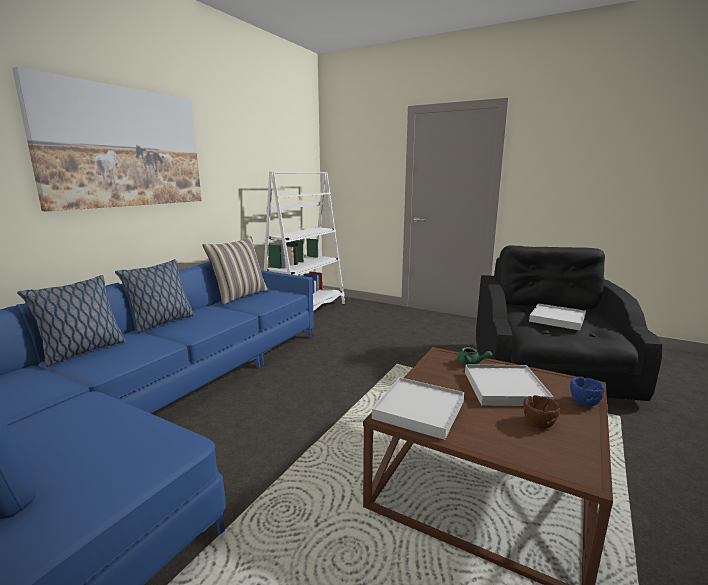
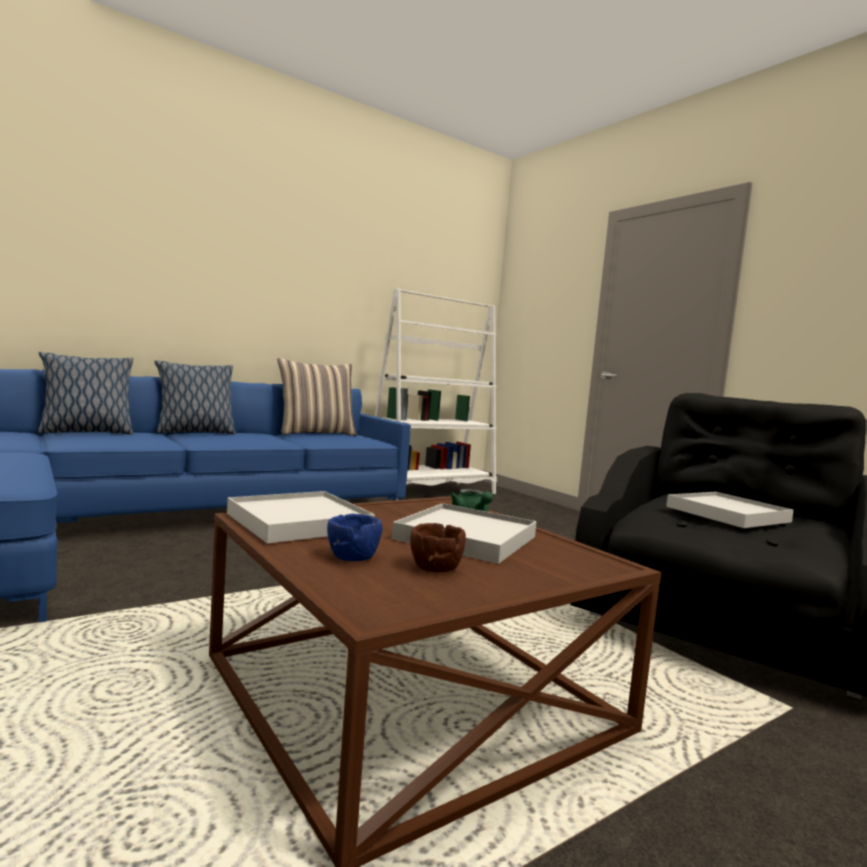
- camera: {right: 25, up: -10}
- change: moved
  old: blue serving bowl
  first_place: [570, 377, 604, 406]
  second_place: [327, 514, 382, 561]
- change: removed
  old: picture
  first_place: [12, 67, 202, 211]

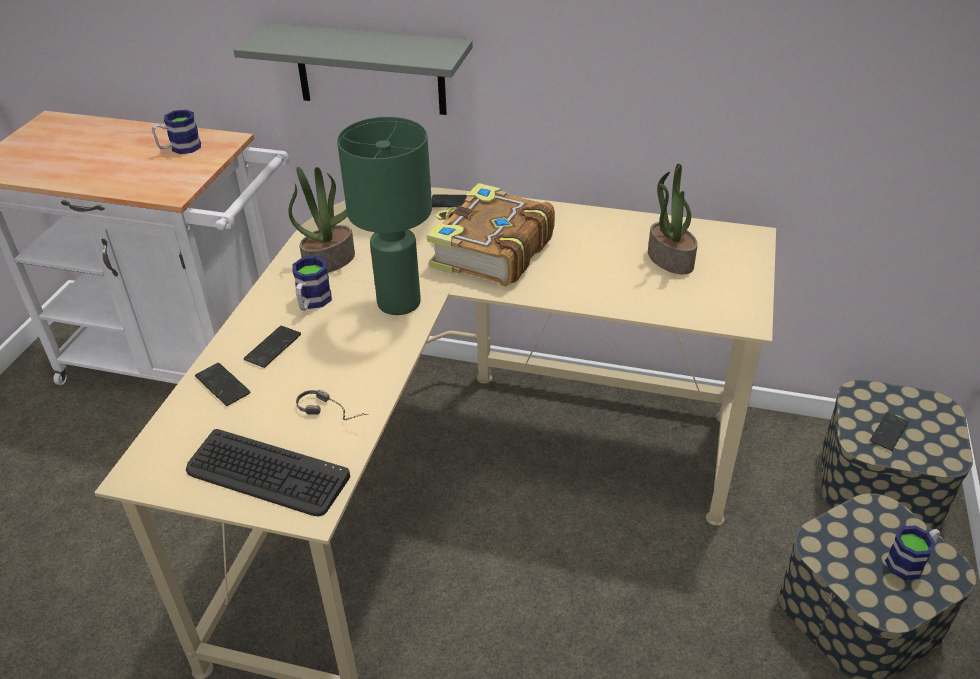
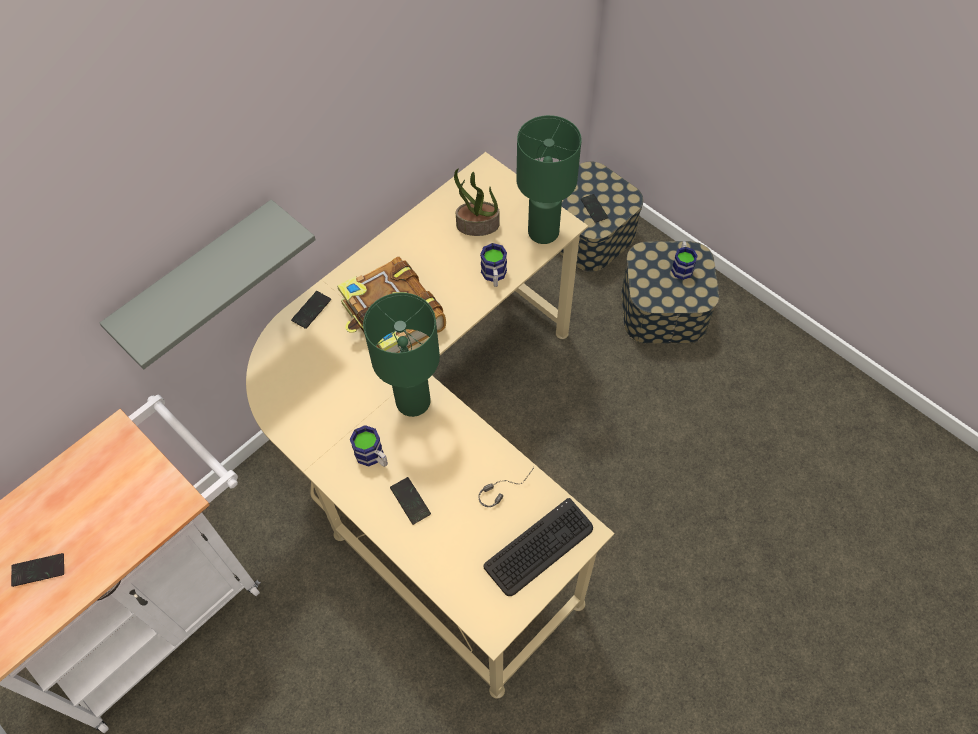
- camera: {right: -60, up: 20}
- change: moved
  old: handset
  first_place: [195, 363, 251, 406]
  second_place: [11, 553, 64, 587]
- change: moved
  old: coffee mug
  first_place: [152, 109, 201, 154]
  second_place: [480, 243, 507, 287]
- change: added
  new: green-coloured table lamp
  second_place: [516, 115, 581, 244]
- change: removed
  old: houseplant
  first_place: [288, 167, 355, 273]

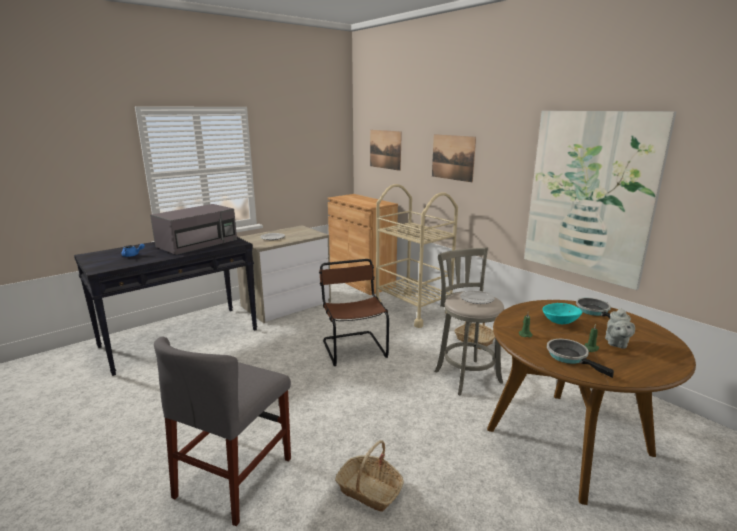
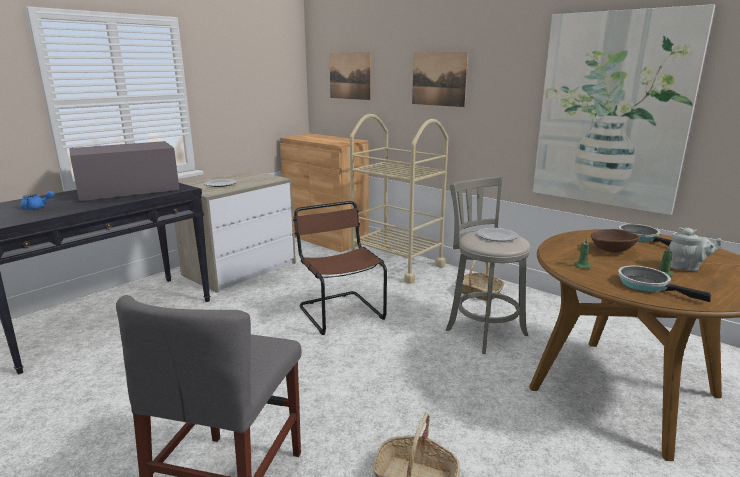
- camera: {right: -10, up: 0}
- change: turned
  old: gray kitchen microwave
  first_place: [150, 204, 237, 255]
  second_place: [69, 141, 180, 201]
  degrees: -150
- change: recoloured
  old: turquoise-coloured serving bowl
  new: brown-coloured serving bowl
  first_place: [542, 303, 582, 324]
  second_place: [591, 229, 640, 253]
- change: turned
  old: gray pot for tea
  first_place: [605, 308, 635, 349]
  second_place: [668, 227, 722, 272]
  degrees: -75

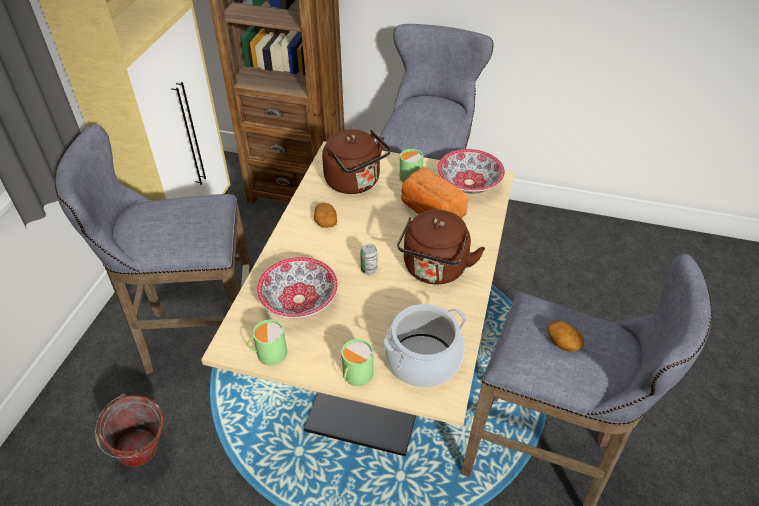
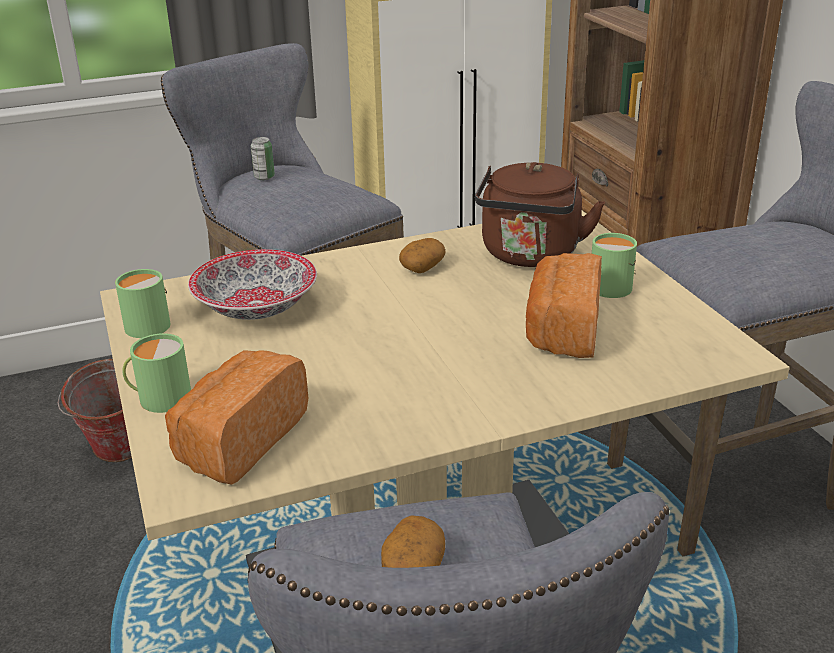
- camera: {right: 55, up: -15}
- change: replaced
  old: saucepot
  new: bread
  first_place: [384, 304, 467, 388]
  second_place: [165, 350, 308, 485]
- change: moved
  old: can
  first_place: [360, 243, 377, 275]
  second_place: [251, 137, 275, 180]
- change: removed
  old: brown-coloured kettle
  first_place: [397, 209, 485, 284]
- change: removed
  old: serving bowl
  first_place: [437, 149, 505, 194]

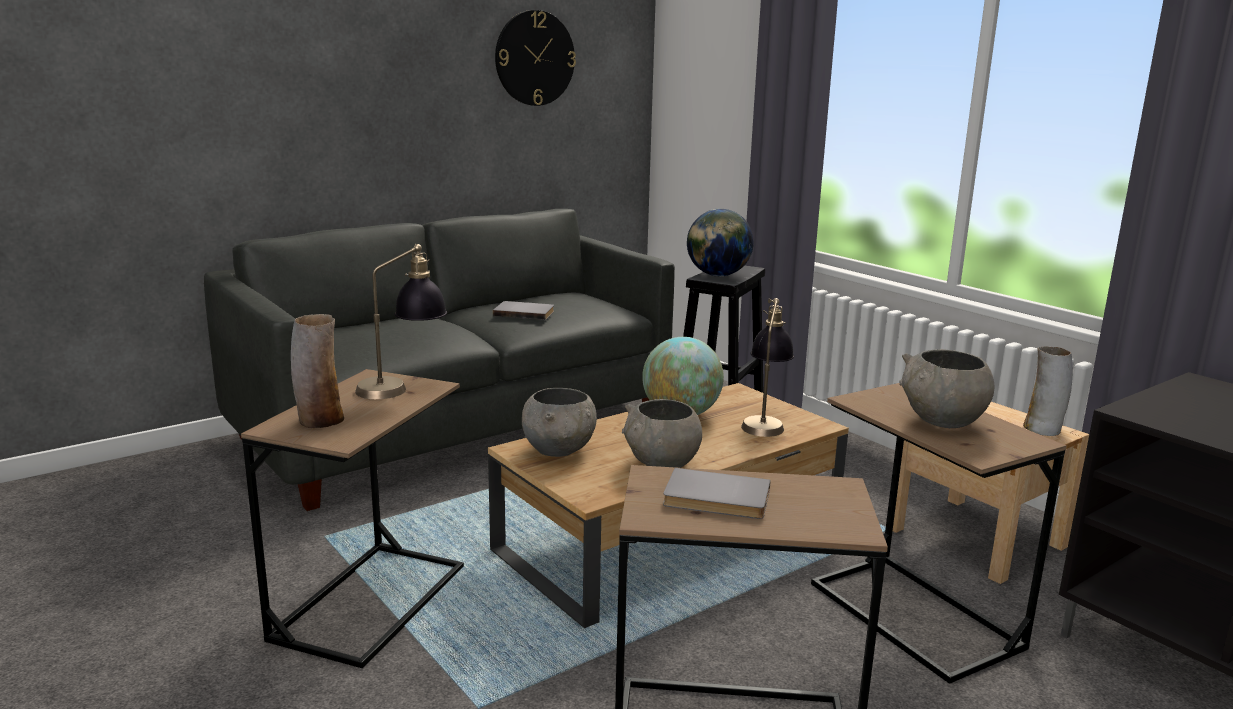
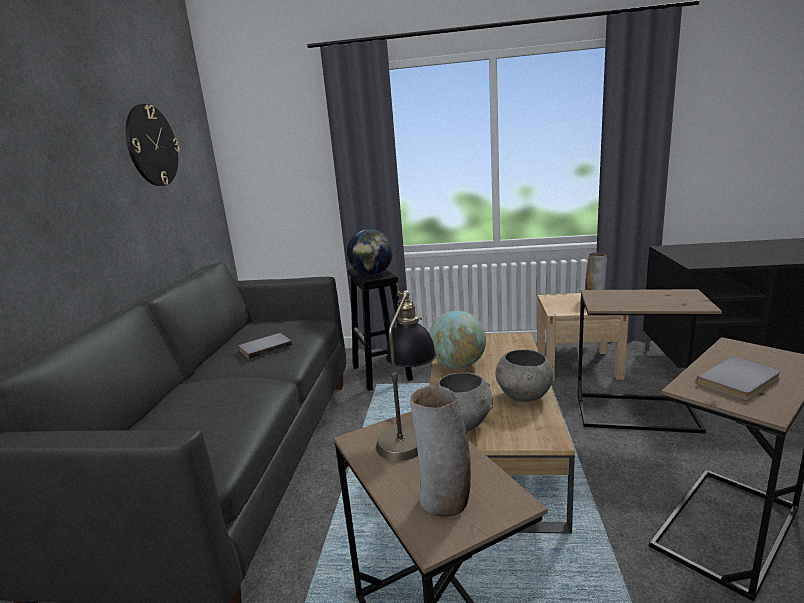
- camera: {right: -45, up: 0}
- change: removed
  old: table lamp
  first_place: [741, 298, 794, 437]
- change: removed
  old: gray serving bowl
  first_place: [899, 349, 994, 428]

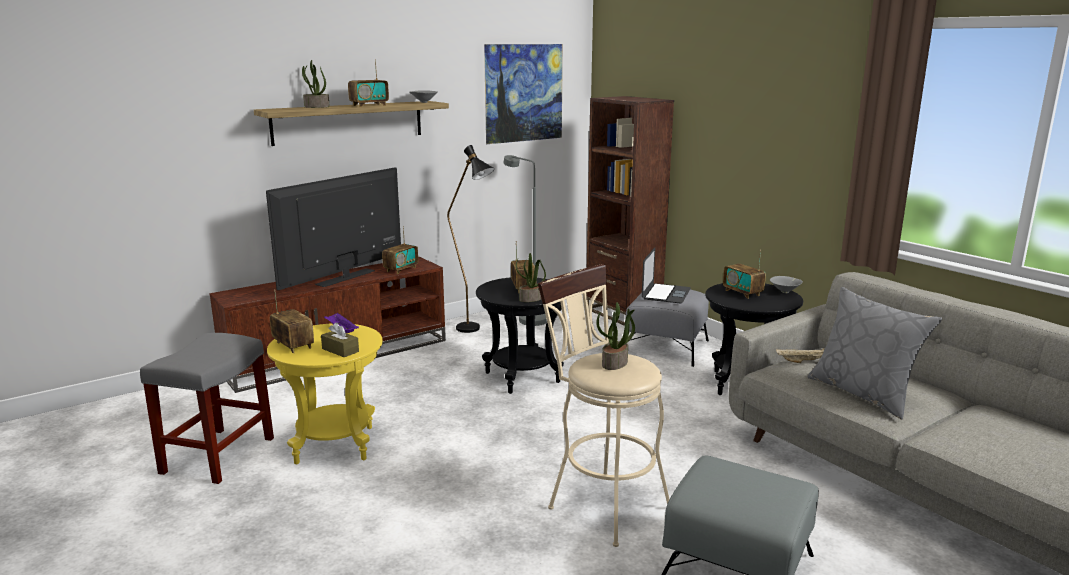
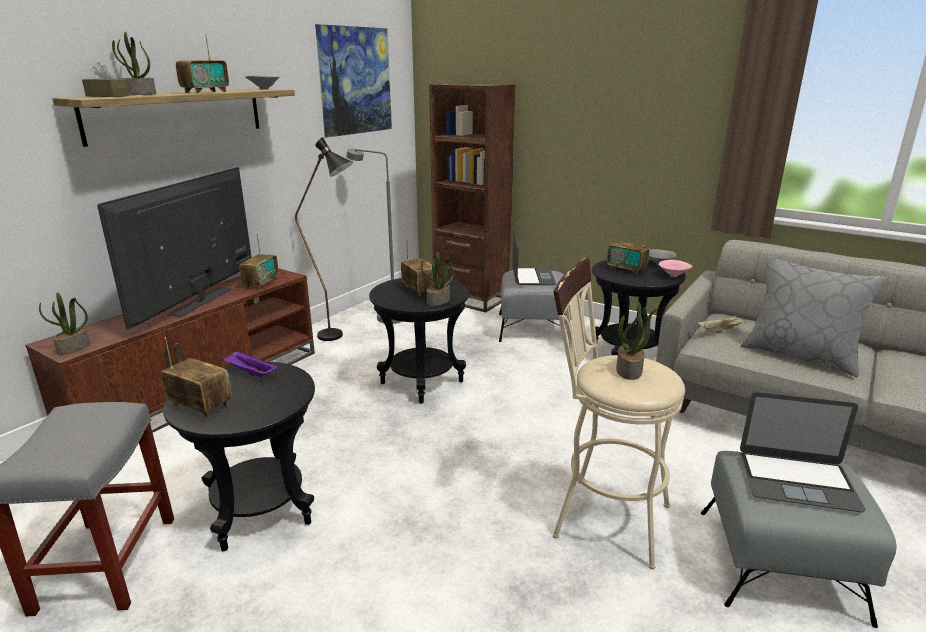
- camera: {right: -20, up: 5}
- change: added
  new: houseplant
  second_place: [39, 292, 90, 355]
- change: moved
  old: brown-coloured box of tissues
  first_place: [321, 322, 359, 357]
  second_place: [82, 62, 129, 97]
- change: recoloured
  old: yellowish accent table
  new: black accent table
  first_place: [267, 323, 383, 465]
  second_place: [163, 361, 315, 551]
- change: added
  new: pink serving bowl
  second_place: [659, 260, 692, 277]
- change: added
  new: laptop
  second_place: [740, 392, 866, 512]

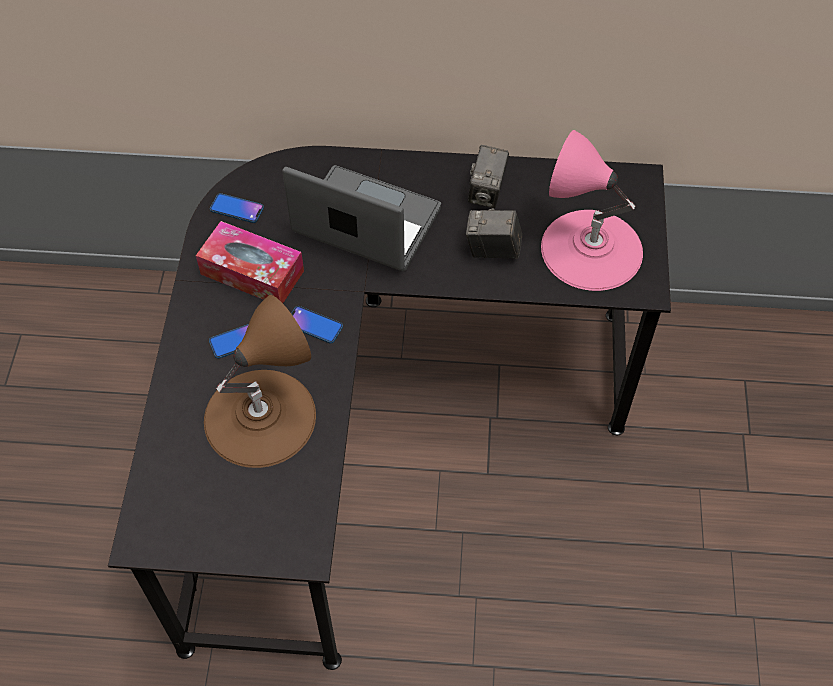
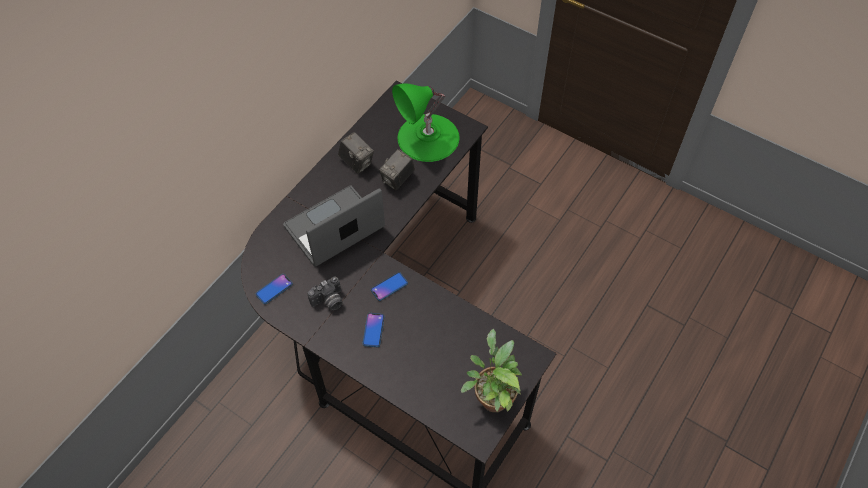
- camera: {right: -60, up: 0}
- change: replaced
  old: box of tissues
  new: photo camera
  first_place: [196, 221, 304, 303]
  second_place: [307, 276, 343, 310]
- change: recoloured
  old: pink table lamp
  new: green-coloured table lamp
  first_place: [541, 130, 643, 291]
  second_place: [392, 83, 459, 162]
- change: added
  new: houseplant
  second_place: [461, 329, 522, 412]
- change: removed
  old: brown-coloured table lamp
  first_place: [204, 295, 316, 468]

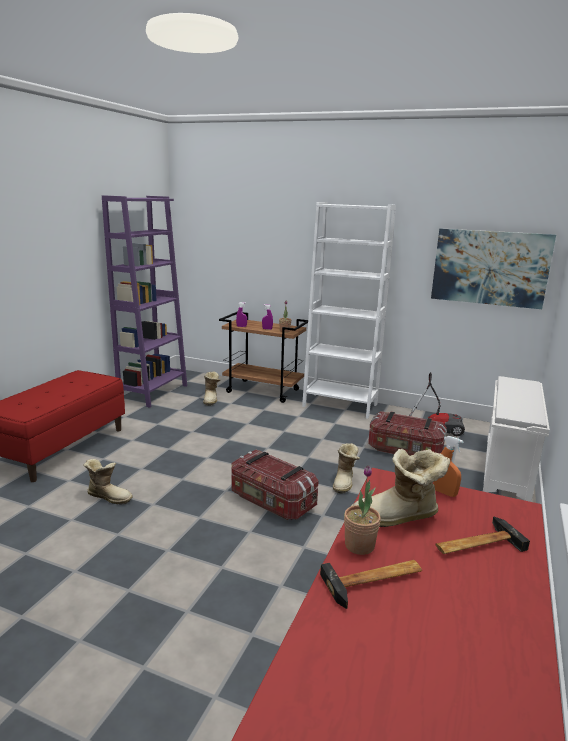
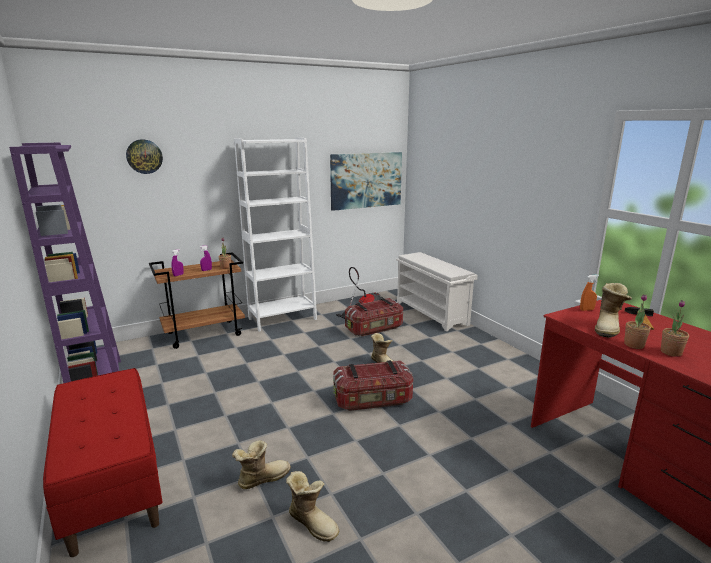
- camera: {right: -50, up: 0}
- change: added
  new: wall clock
  second_place: [126, 139, 163, 174]
- change: moved
  old: tall boot
  first_place: [203, 371, 221, 406]
  second_place: [286, 471, 339, 542]
- change: replaced
  old: hand hammer
  new: houseplant
  first_place: [320, 560, 422, 609]
  second_place: [661, 300, 689, 357]

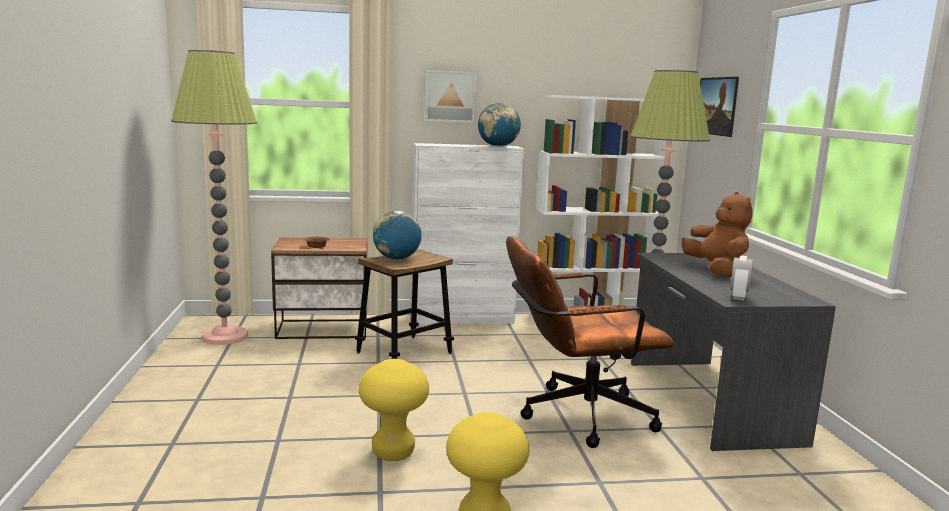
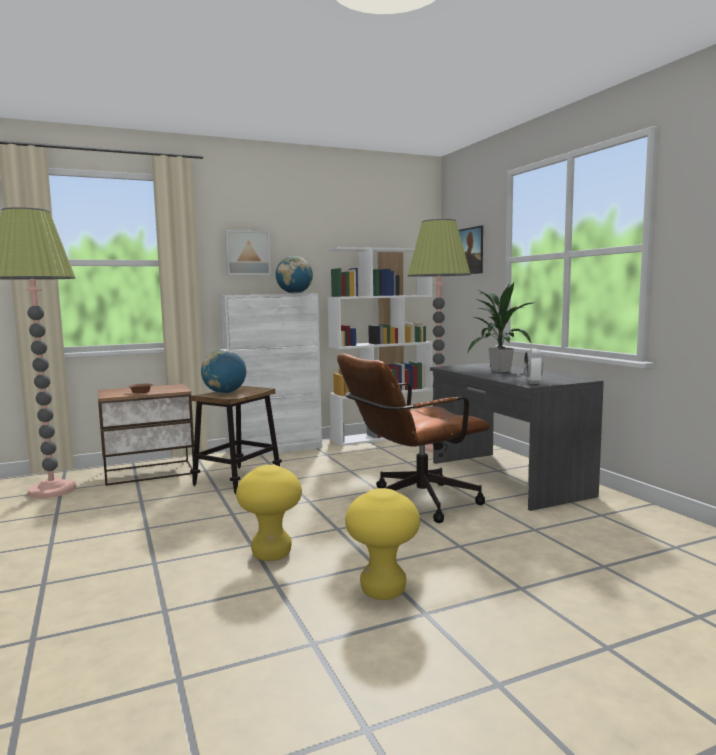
- camera: {right: -15, up: -5}
- change: replaced
  old: brown-coloured cuddly toy
  new: houseplant
  first_place: [682, 192, 752, 277]
  second_place: [467, 283, 540, 373]

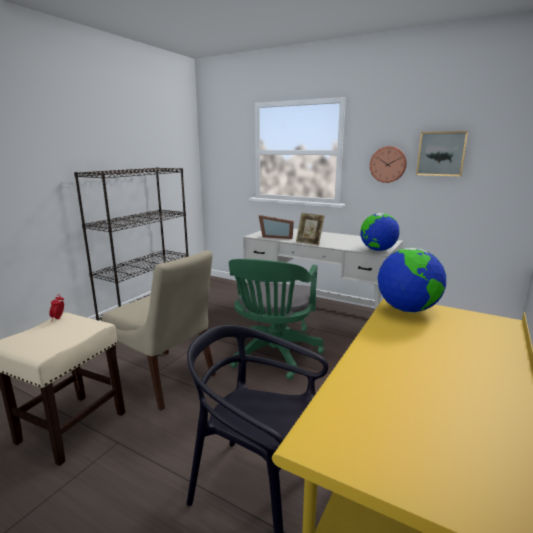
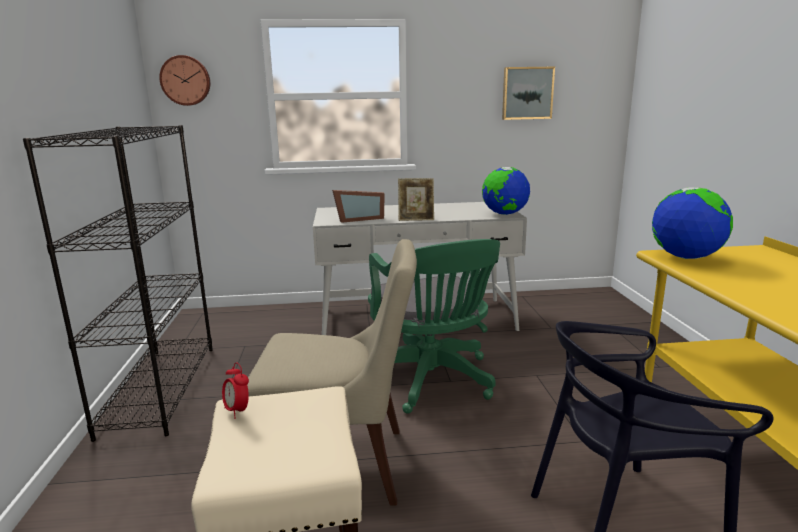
- camera: {right: -35, up: 0}
- change: moved
  old: wall clock
  first_place: [370, 146, 407, 183]
  second_place: [159, 55, 210, 106]

